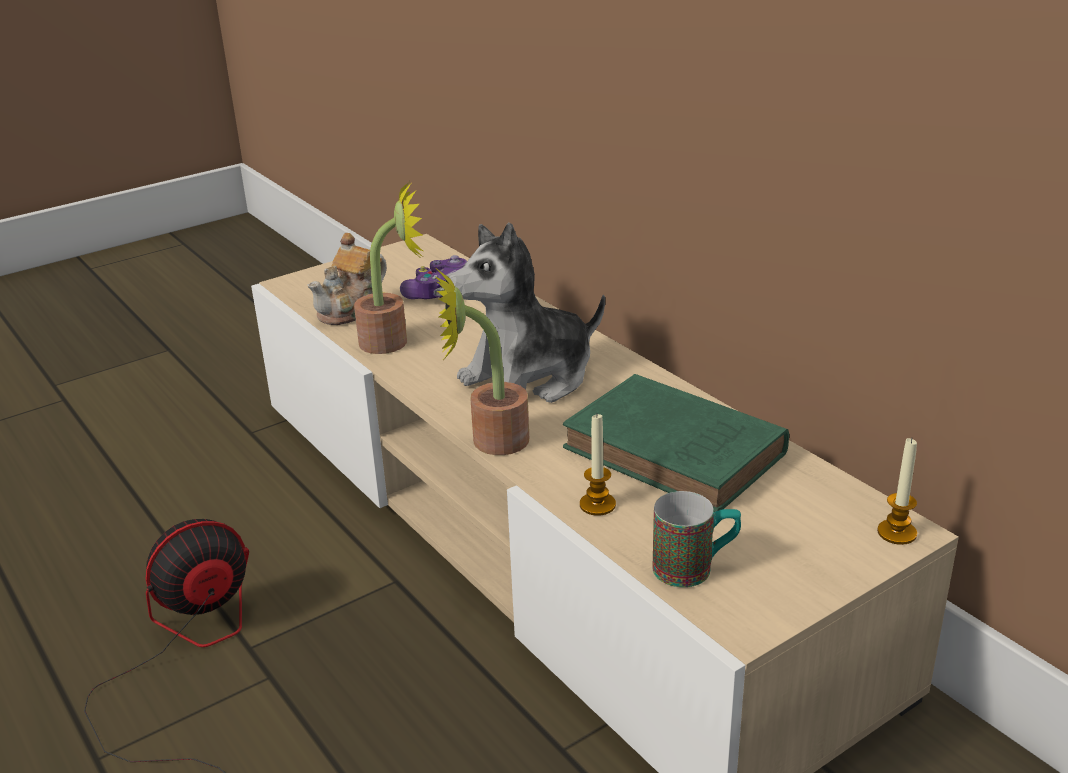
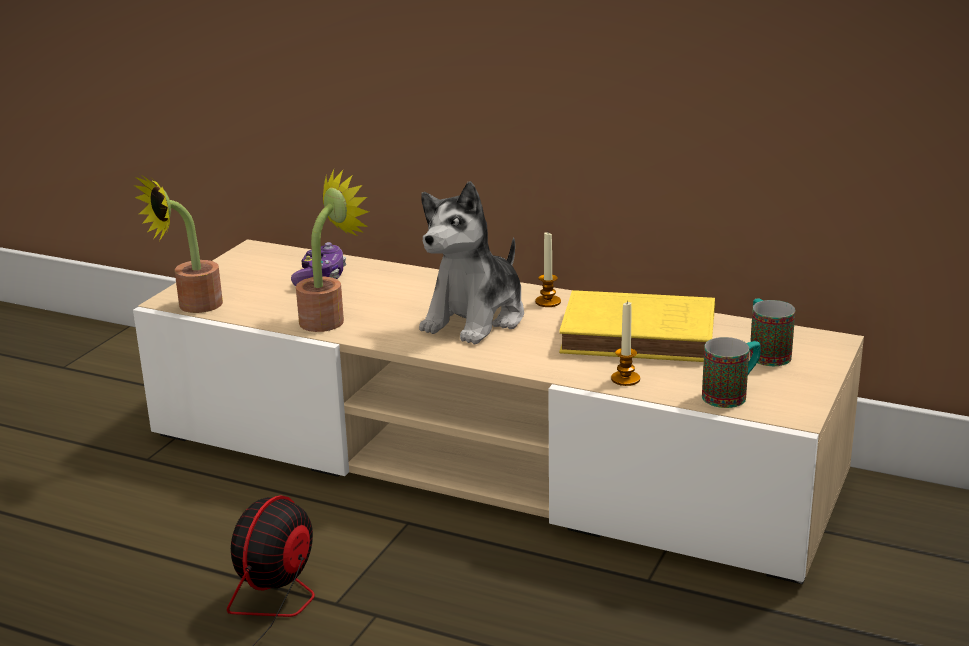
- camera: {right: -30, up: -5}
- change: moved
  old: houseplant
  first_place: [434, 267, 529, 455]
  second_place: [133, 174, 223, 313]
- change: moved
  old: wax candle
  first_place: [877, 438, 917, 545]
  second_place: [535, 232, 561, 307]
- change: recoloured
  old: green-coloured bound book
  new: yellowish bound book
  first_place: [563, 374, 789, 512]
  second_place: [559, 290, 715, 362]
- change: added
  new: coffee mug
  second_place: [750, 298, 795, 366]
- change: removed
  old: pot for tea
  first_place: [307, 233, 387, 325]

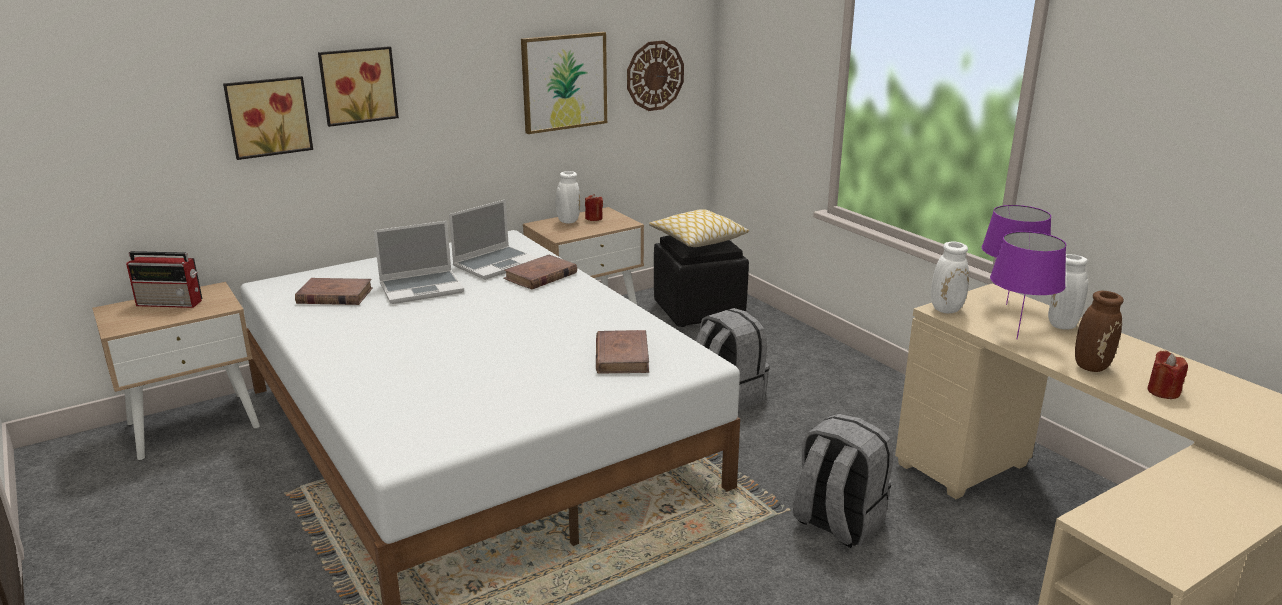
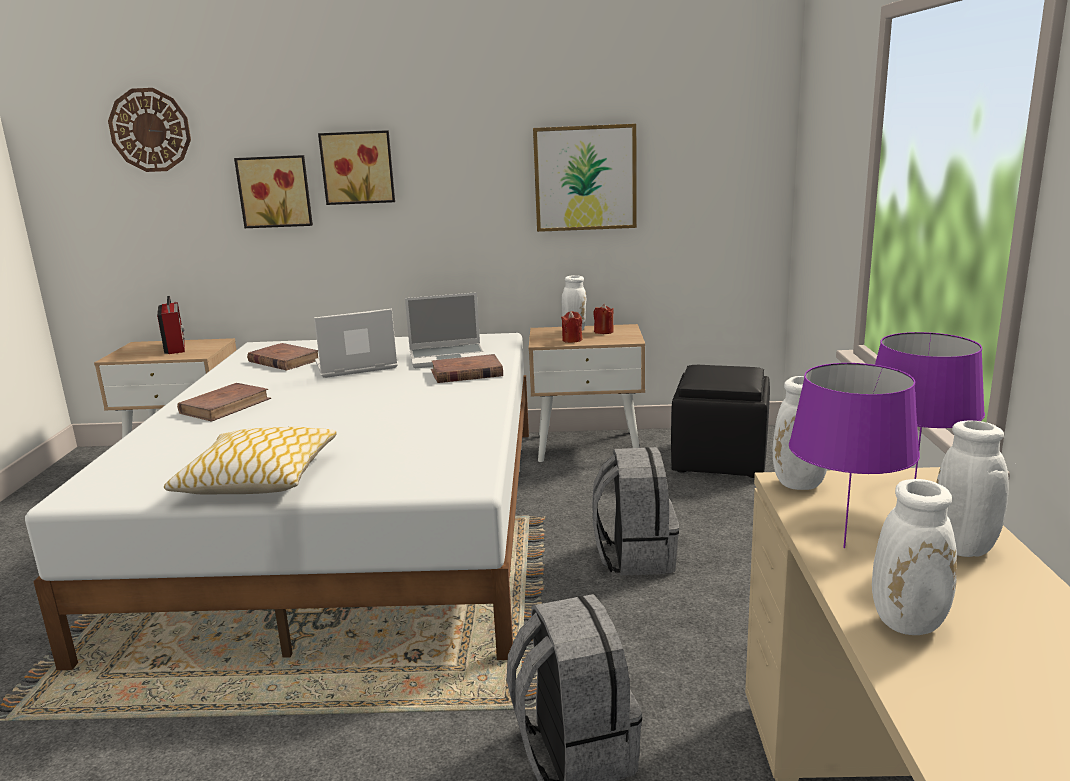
- camera: {right: 35, up: -5}
- change: moved
  old: wall clock
  first_place: [627, 40, 684, 111]
  second_place: [108, 88, 191, 172]
- change: turned
  old: radio receiver
  first_place: [126, 251, 202, 308]
  second_place: [157, 296, 185, 354]
  degrees: -150
- change: moved
  old: throw pillow
  first_place: [649, 209, 749, 247]
  second_place: [164, 427, 337, 495]
- change: moved
  old: brown-coloured bound book
  first_place: [596, 330, 649, 374]
  second_place: [177, 383, 271, 421]
- change: turned
  old: laptop
  first_place: [374, 221, 464, 304]
  second_place: [314, 309, 398, 378]
  degrees: 150
- change: moved
  old: red wax candle
  first_place: [1147, 351, 1188, 399]
  second_place: [561, 311, 582, 343]
- change: recoloured
  old: brown-coloured flower vase
  new: white flower vase
  first_place: [1075, 291, 1124, 372]
  second_place: [872, 479, 957, 635]

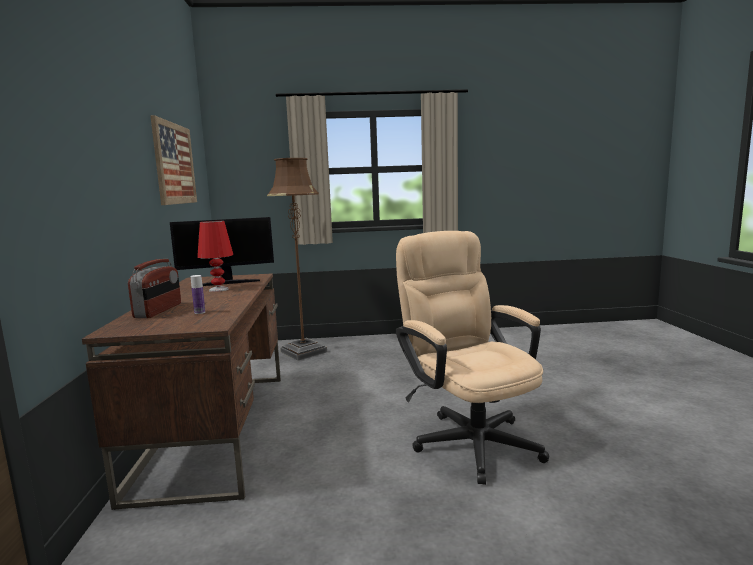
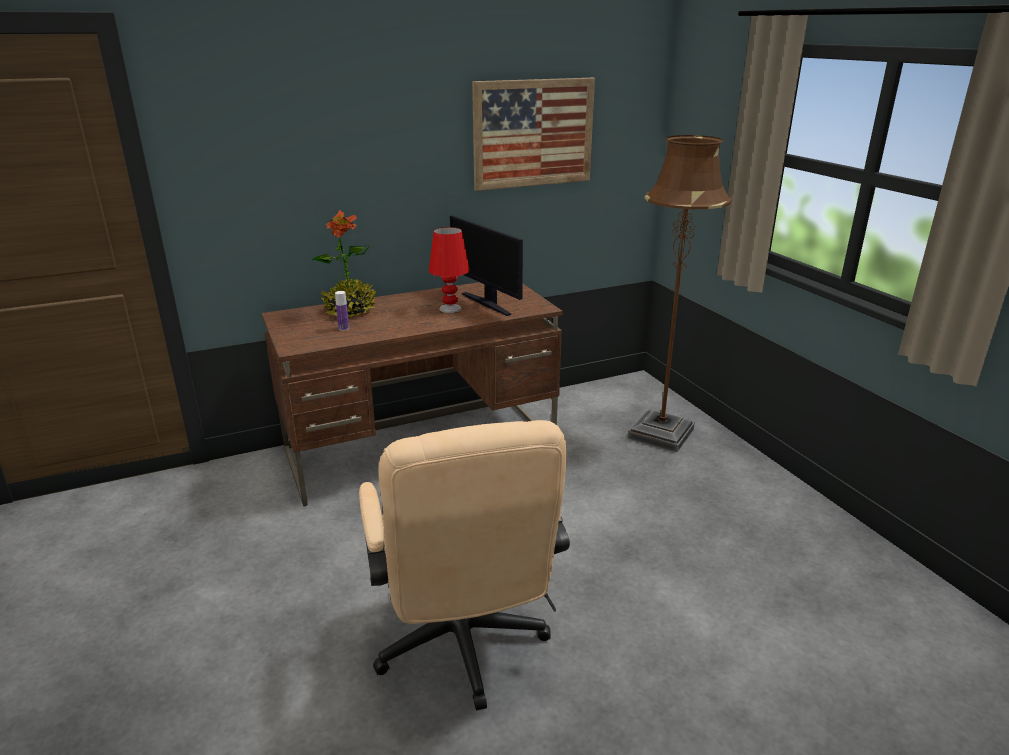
- camera: {right: 70, up: 15}
- change: replaced
  old: radio receiver
  new: houseplant
  first_place: [128, 259, 181, 318]
  second_place: [312, 210, 376, 318]
- change: turned
  old: beige computer chair
  first_place: [396, 231, 549, 485]
  second_place: [359, 420, 570, 711]
  degrees: 120

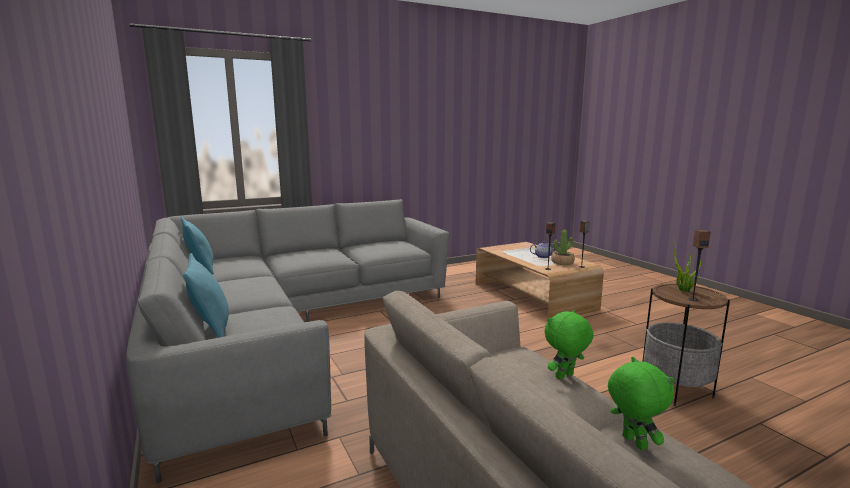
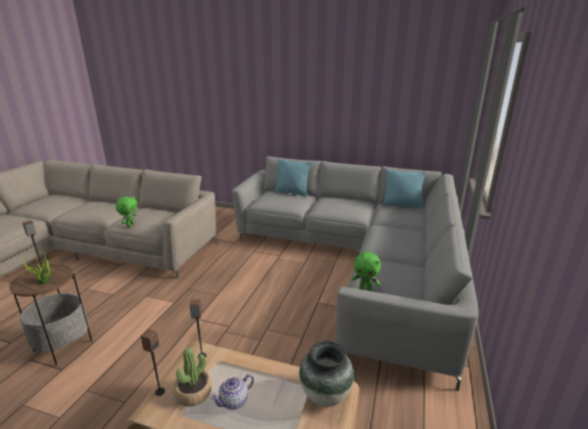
- camera: {right: 135, up: 10}
- change: added
  new: flower vase
  second_place: [299, 341, 354, 407]
- change: moved
  old: green-coloured cuddly toy
  first_place: [608, 357, 674, 450]
  second_place: [351, 252, 381, 291]

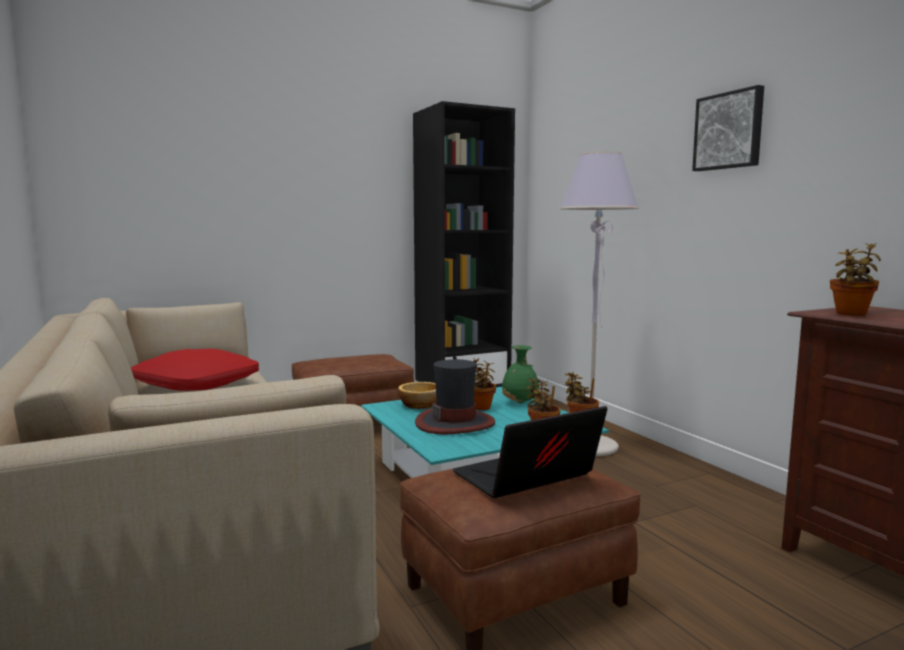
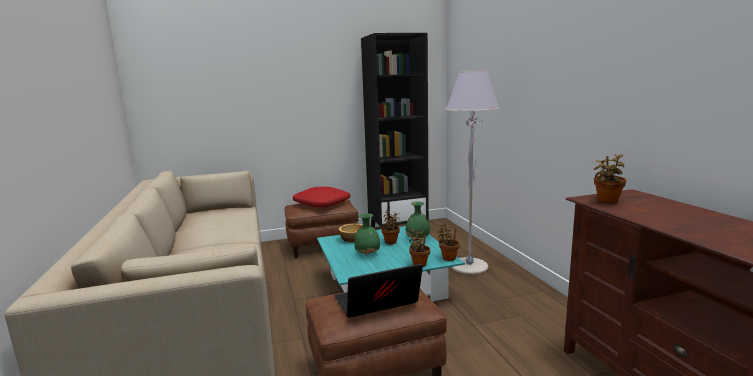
- camera: {right: 10, up: 5}
- change: moved
  old: red throw pillow
  first_place: [131, 349, 259, 391]
  second_place: [293, 187, 350, 207]
- change: replaced
  old: hat
  new: green-coloured flower vase
  first_place: [415, 359, 495, 434]
  second_place: [354, 213, 380, 255]
- change: removed
  old: picture
  first_place: [692, 85, 764, 171]

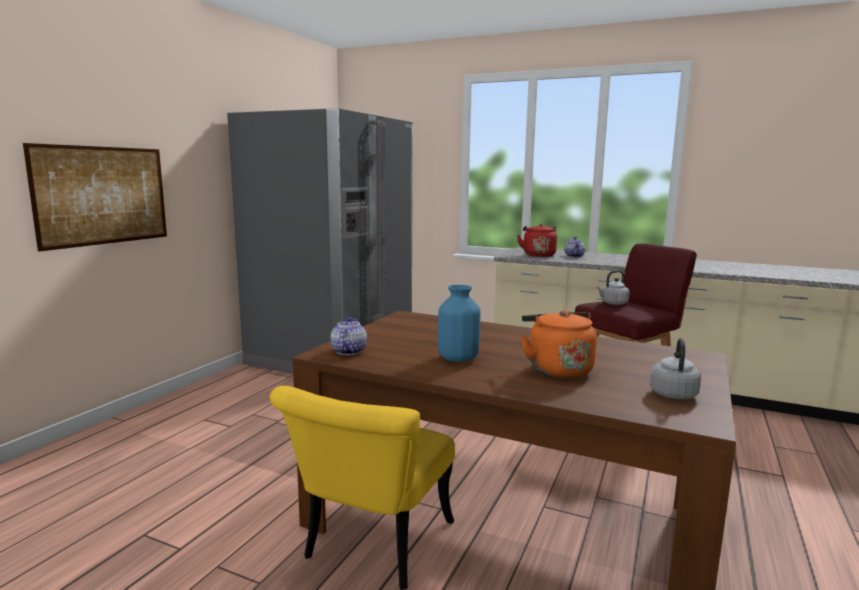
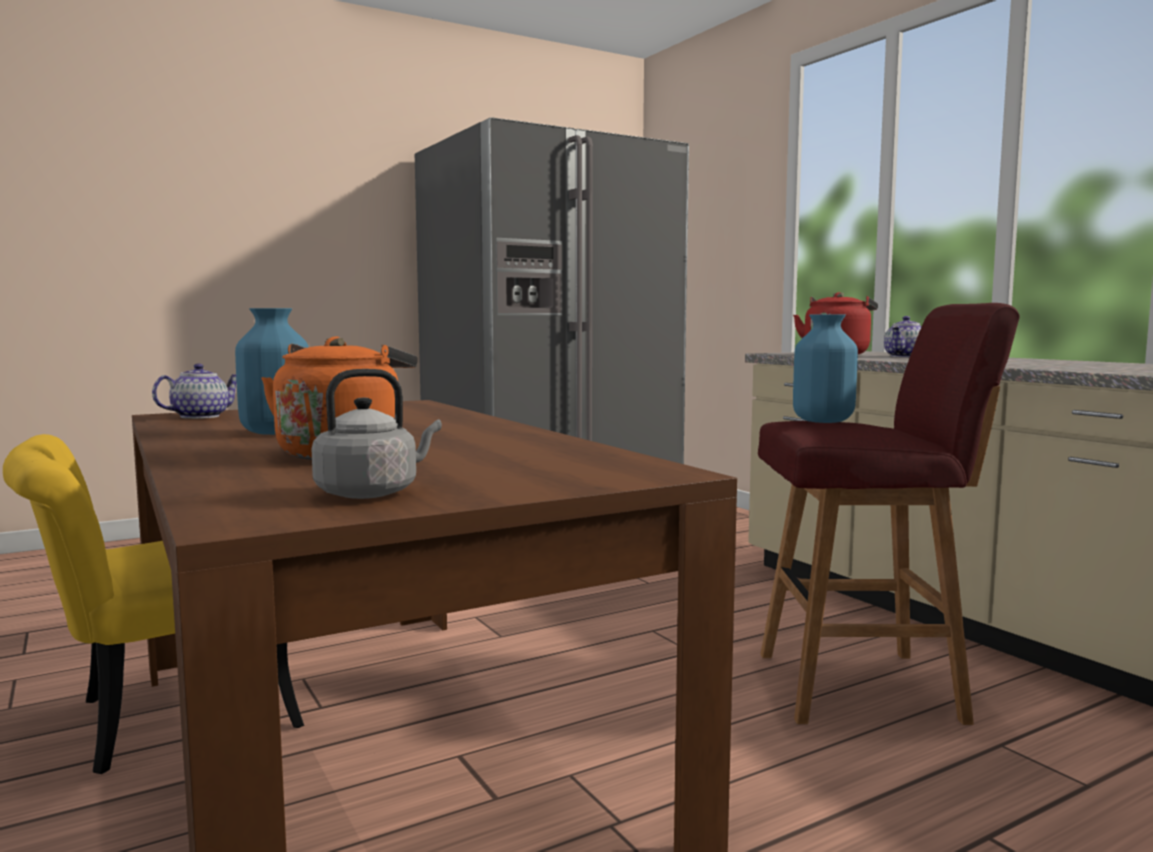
- camera: {right: 35, up: -5}
- change: replaced
  old: gray kettle
  new: blue flower vase
  first_place: [596, 270, 630, 305]
  second_place: [793, 315, 858, 423]
- change: removed
  old: picture
  first_place: [23, 143, 167, 252]

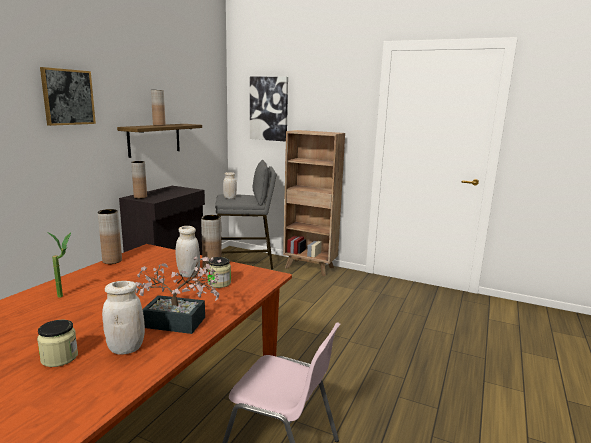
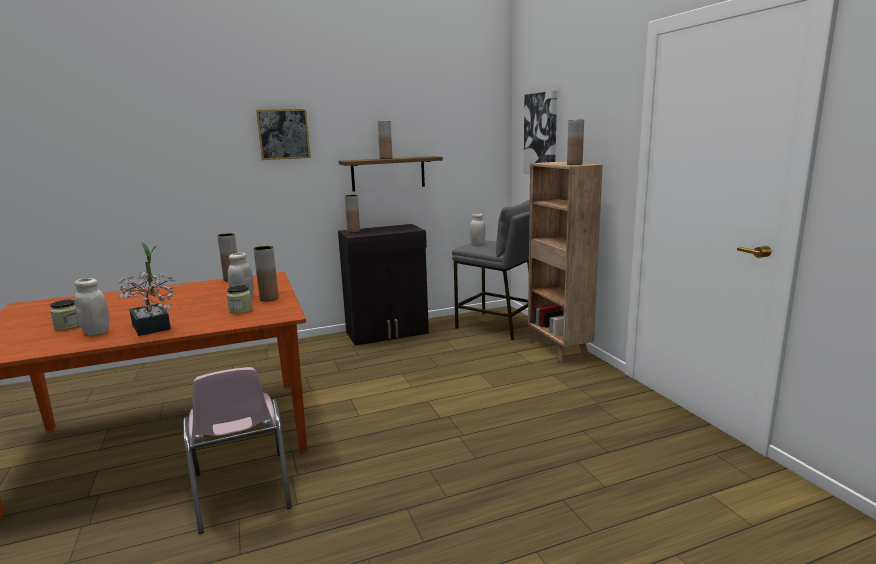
- camera: {right: 45, up: 0}
- change: added
  new: brown-coloured flower vase
  second_place: [567, 120, 584, 165]

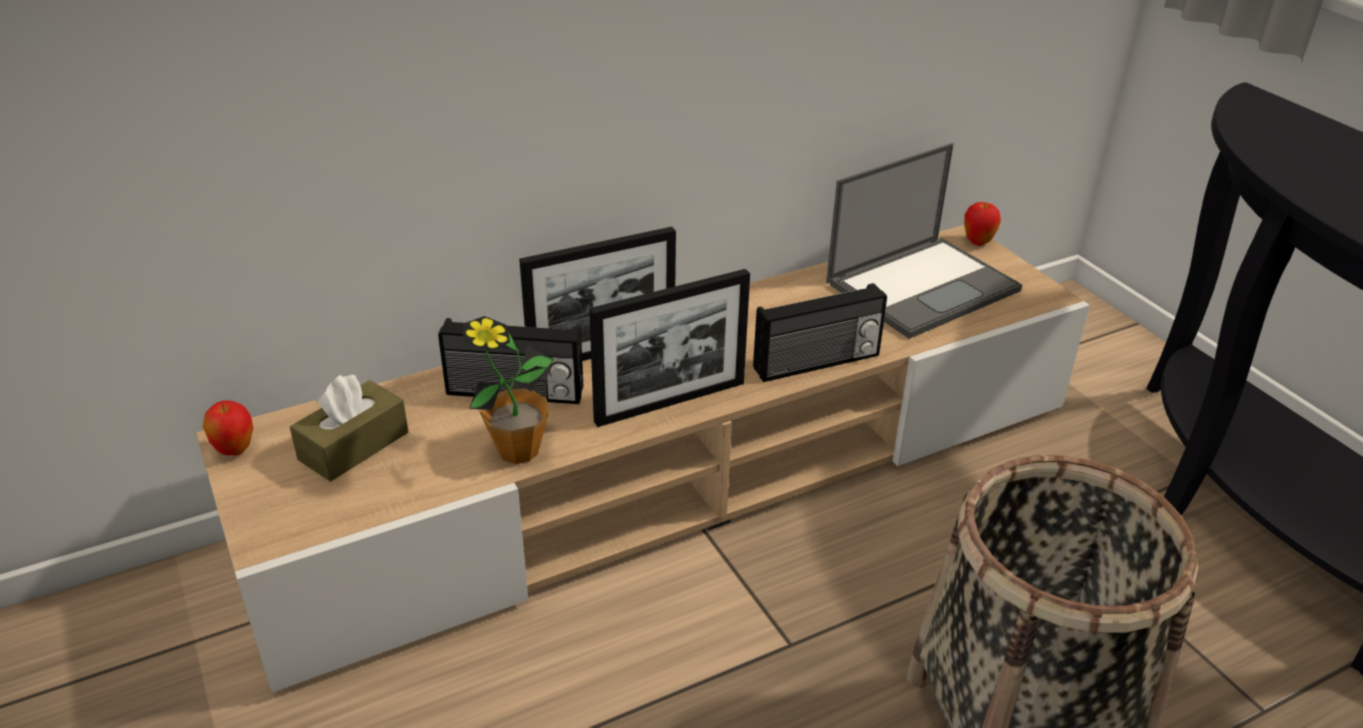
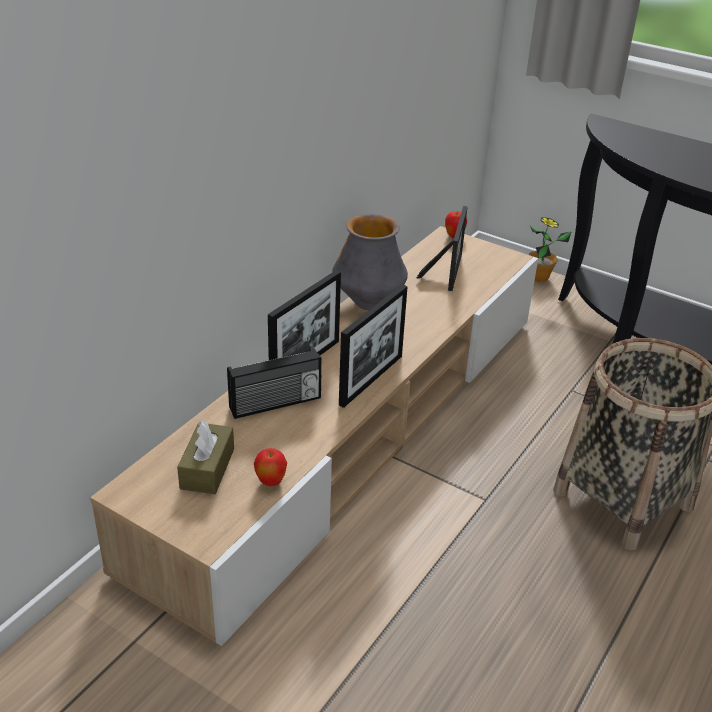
- camera: {right: -30, up: 0}
- change: moved
  old: apple fruit
  first_place: [203, 400, 253, 456]
  second_place: [254, 448, 287, 486]
- change: added
  new: flower vase
  second_place: [332, 214, 408, 310]
- change: replaced
  old: laptop
  new: photo frame
  first_place: [826, 143, 1022, 339]
  second_place: [417, 206, 468, 291]
- change: moved
  old: houseplant
  first_place: [463, 316, 553, 464]
  second_place: [529, 217, 572, 282]
- change: removed
  old: radio receiver
  first_place: [753, 283, 887, 382]

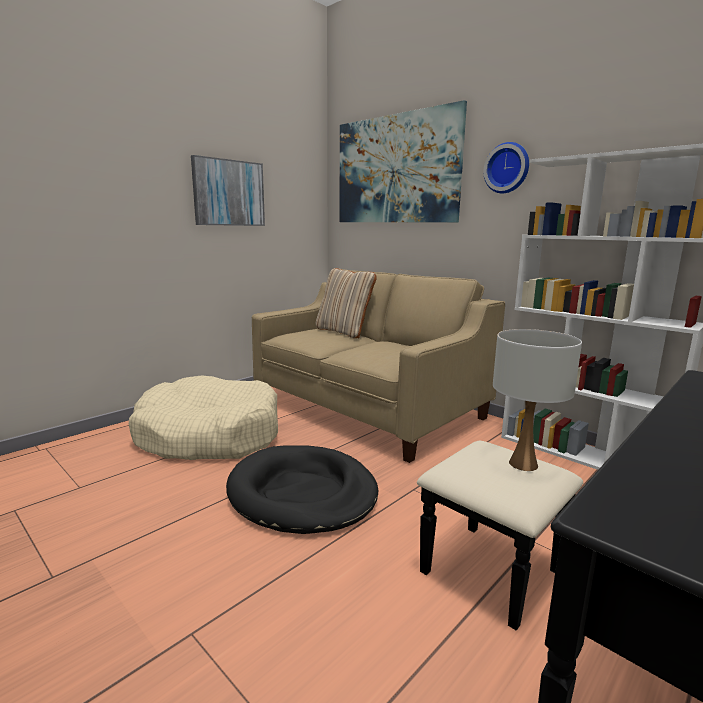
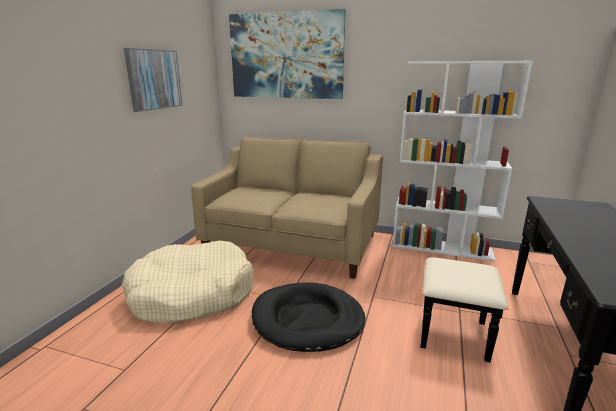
- camera: {right: -25, up: 5}
- change: removed
  old: beige throw pillow
  first_place: [316, 268, 376, 338]
- change: removed
  old: wall clock
  first_place: [484, 142, 529, 194]
- change: removed
  old: white table lamp
  first_place: [493, 329, 582, 471]

